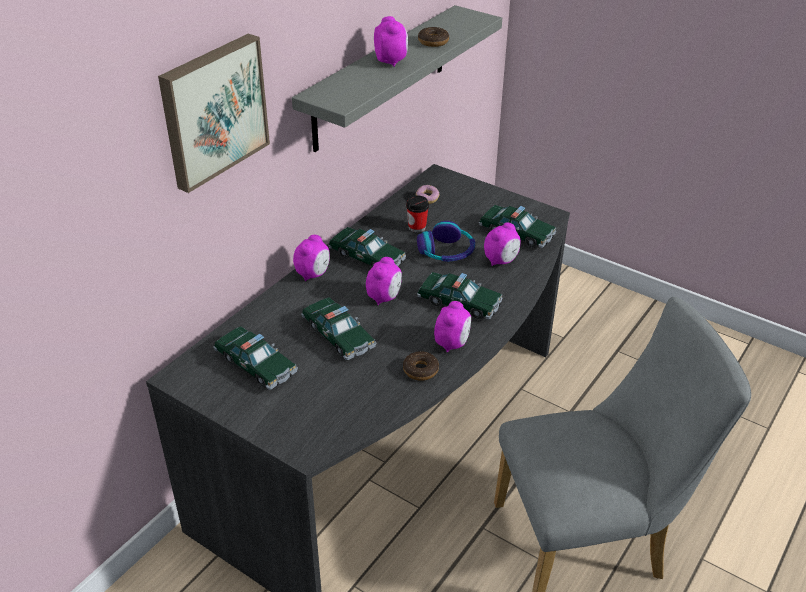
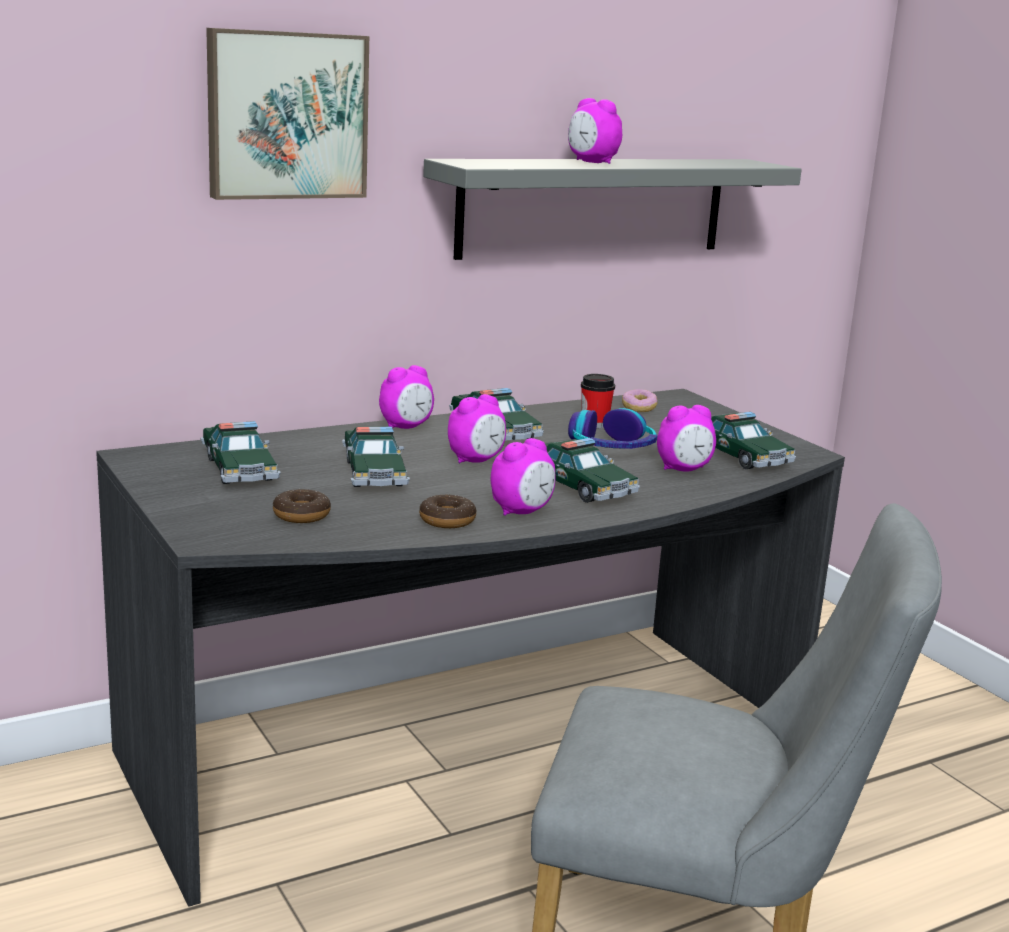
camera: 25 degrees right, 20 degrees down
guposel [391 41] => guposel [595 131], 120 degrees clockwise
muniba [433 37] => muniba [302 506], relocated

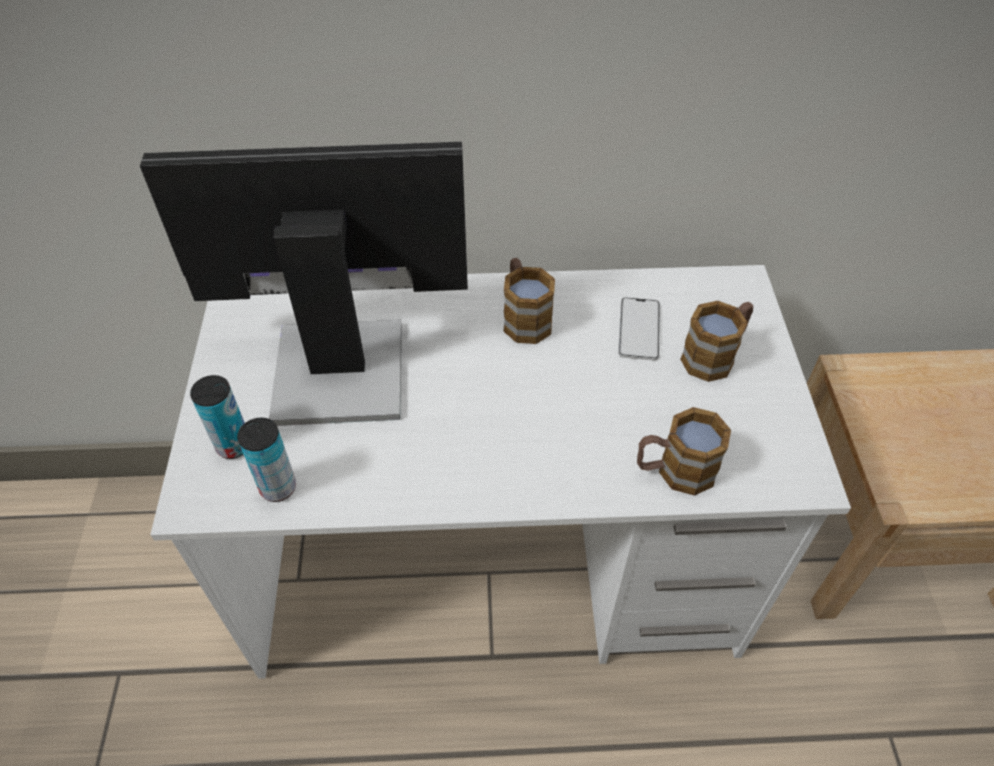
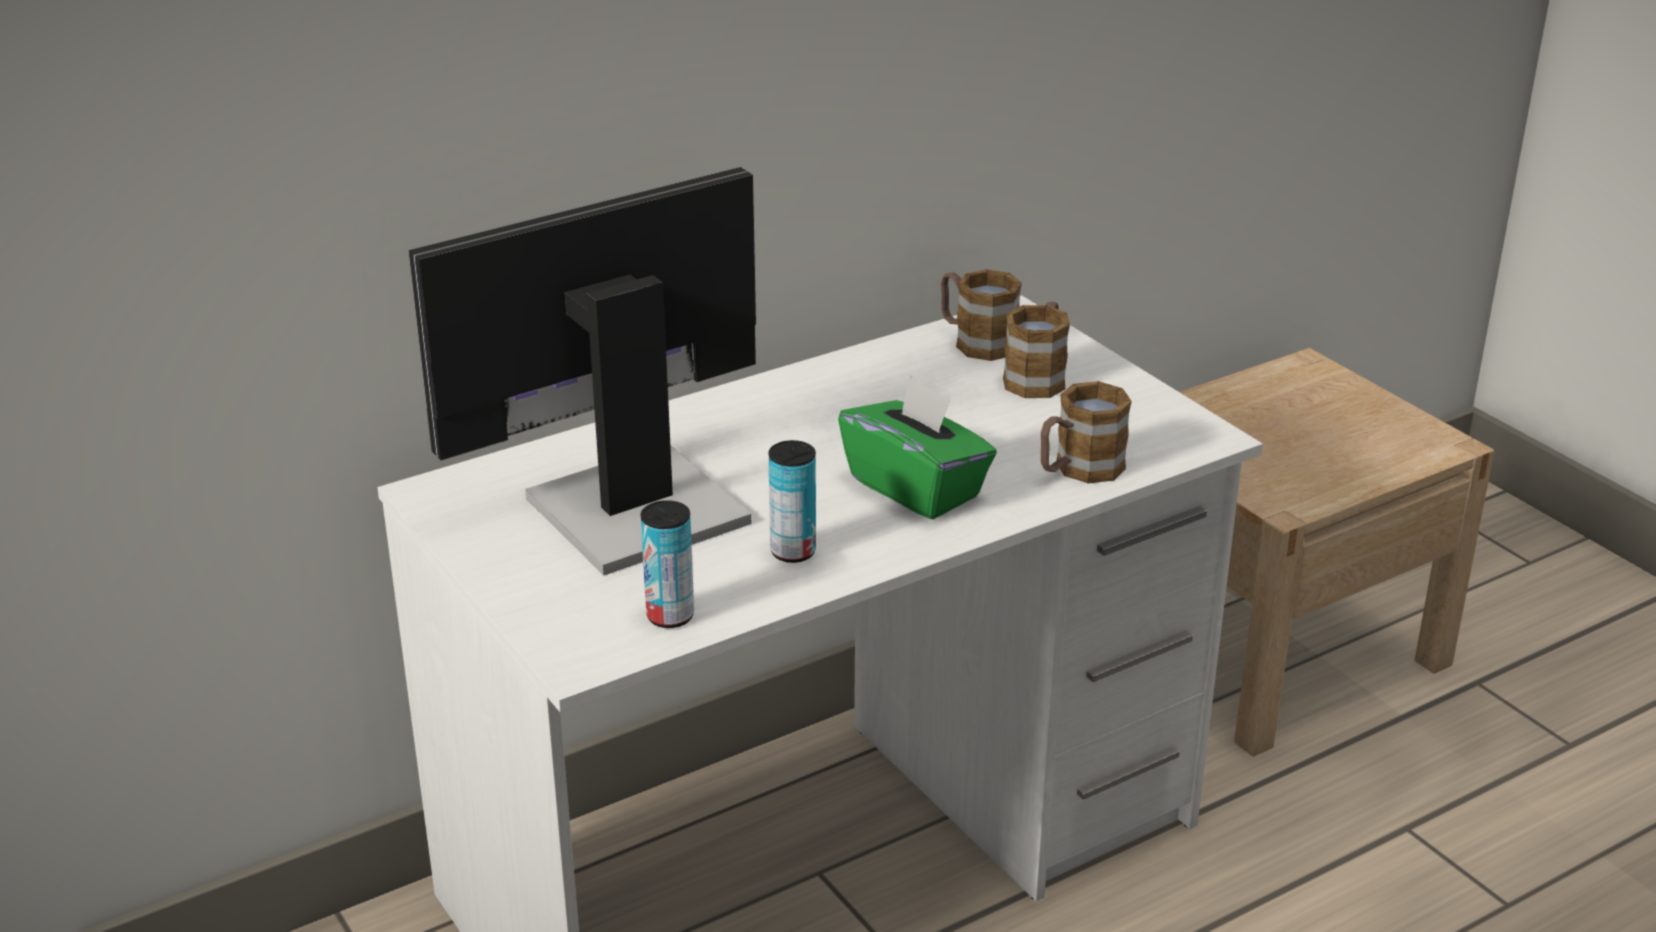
camera: 30 degrees left, 20 degrees down
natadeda [217 417] => natadeda [792 501], relocated
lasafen [529 301] => lasafen [981 315], relocated
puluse [639 328] => nothing
nothing => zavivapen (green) [917 448]

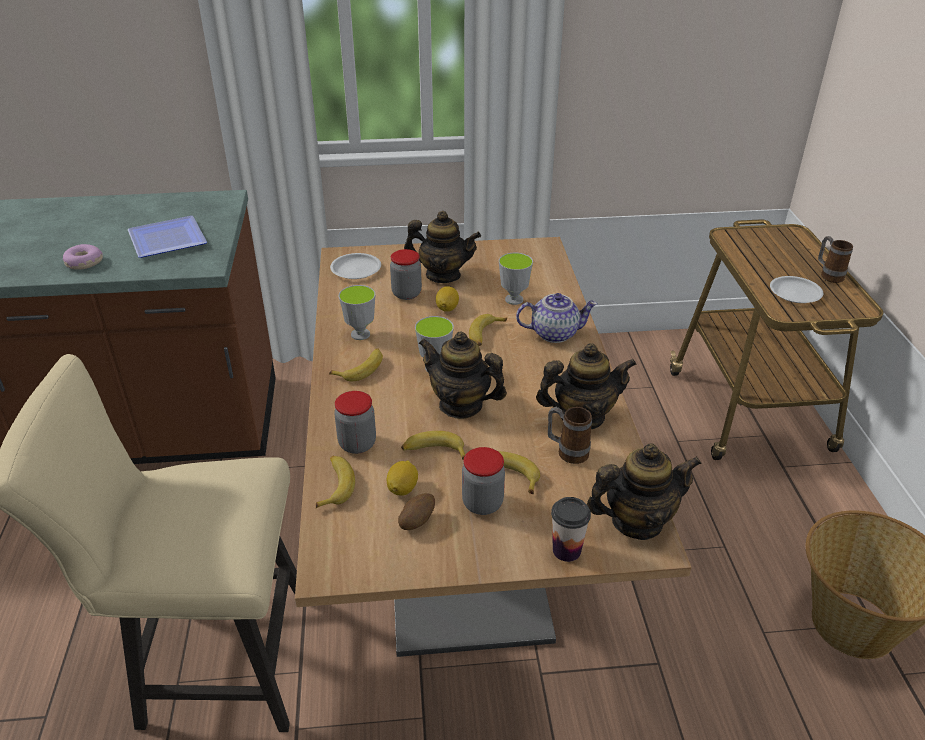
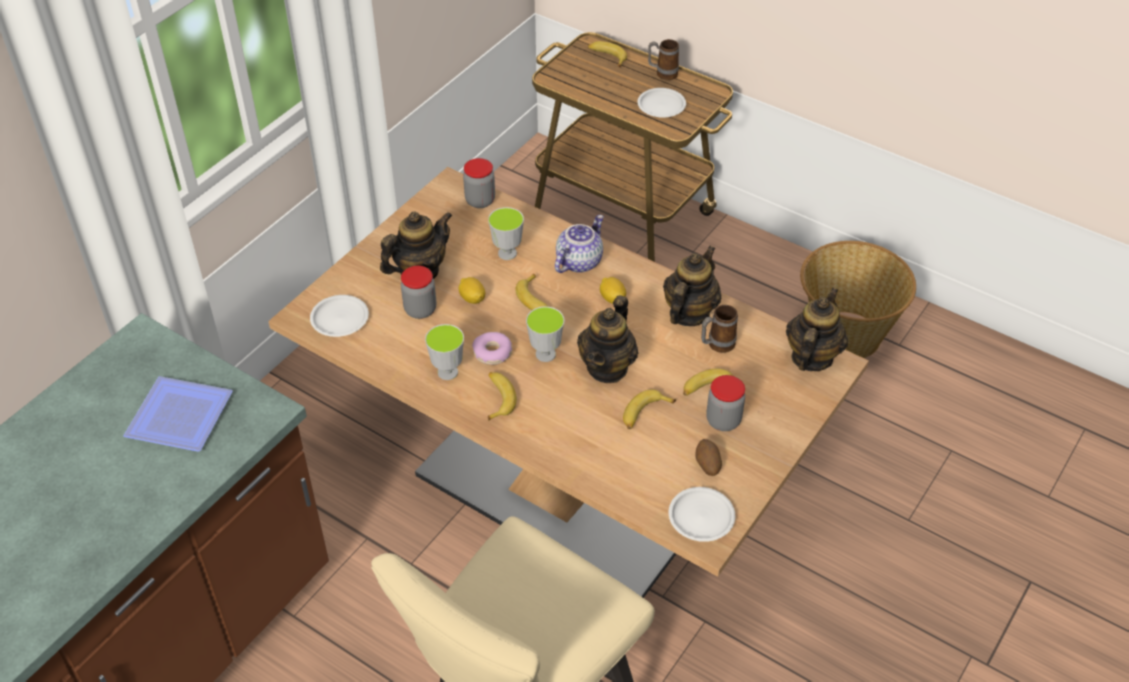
camera: 50 degrees left, 10 degrees up
muniba [83 257] => muniba [492 348], relocated
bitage [335 482] => bitage [607 54], relocated
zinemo [355 422] => zinemo [479 183], relocated
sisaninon [402 478] => sisaninon [613 290], relocated
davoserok [462 375] => davoserok [607 339], 45 degrees counterclockwise
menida [571 529] => nothing
nothing => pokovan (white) [702 514]

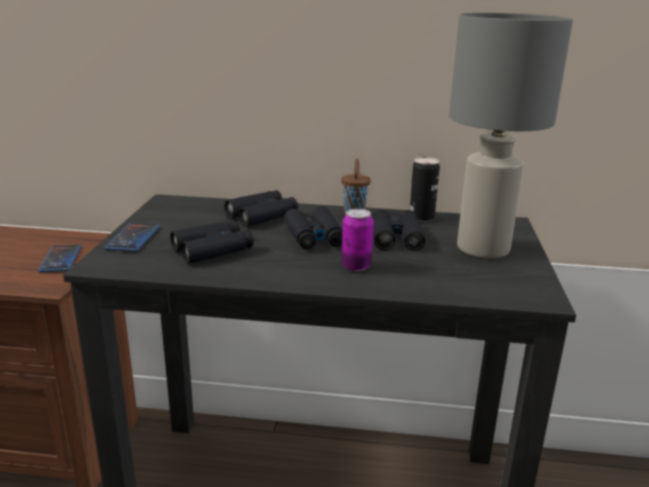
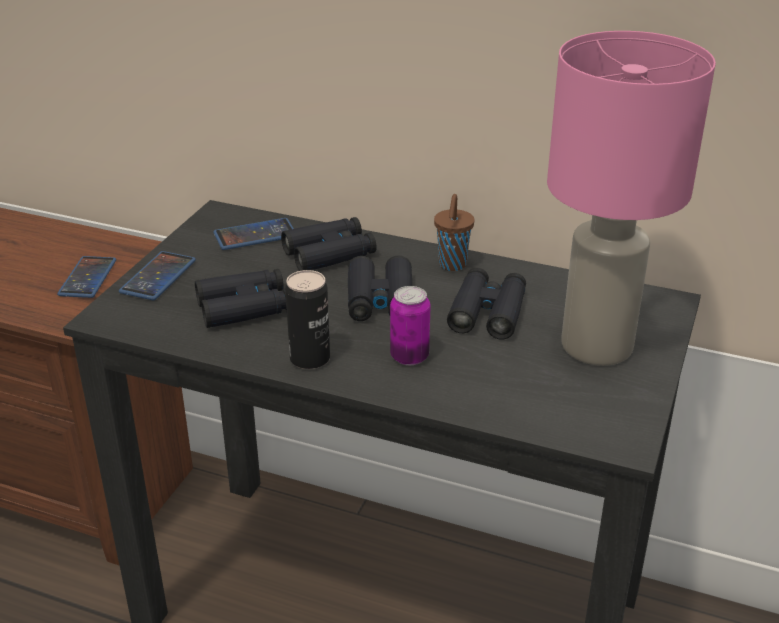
camera: 15 degrees right, 10 degrees up
natadeda [424 189] => natadeda [307 319], relocated
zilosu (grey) [511 136] => zilosu (pink) [631 198]
nothing => puluse [253 234]

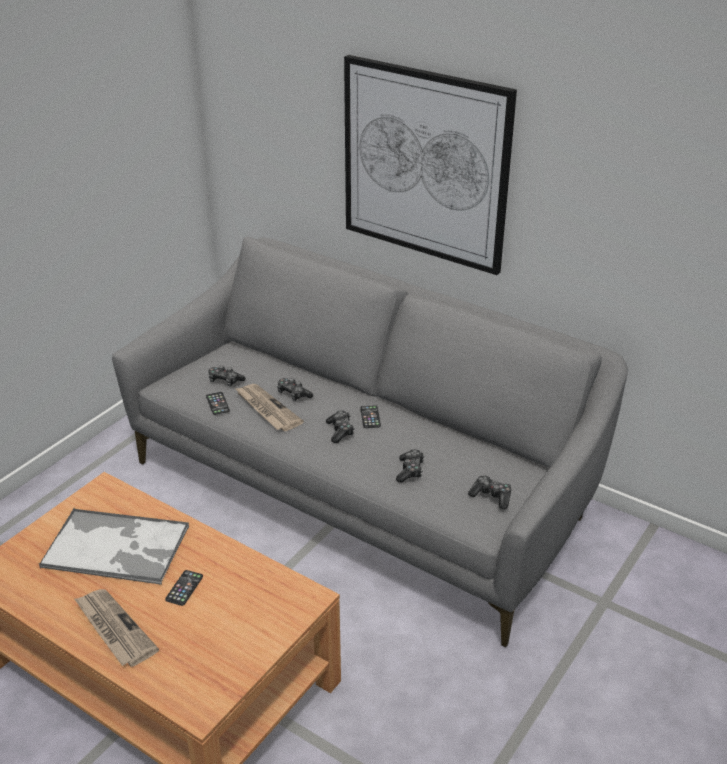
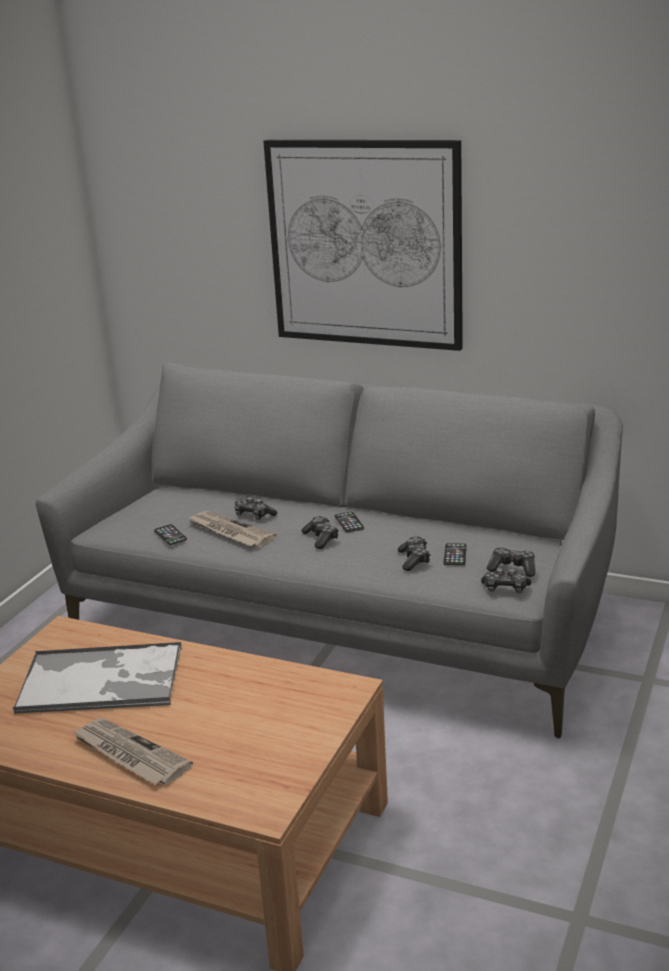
camera: 10 degrees left, 10 degrees down
puluse [184 588] => puluse [455 554], relocated
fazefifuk [227 375] => fazefifuk [506 580], relocated

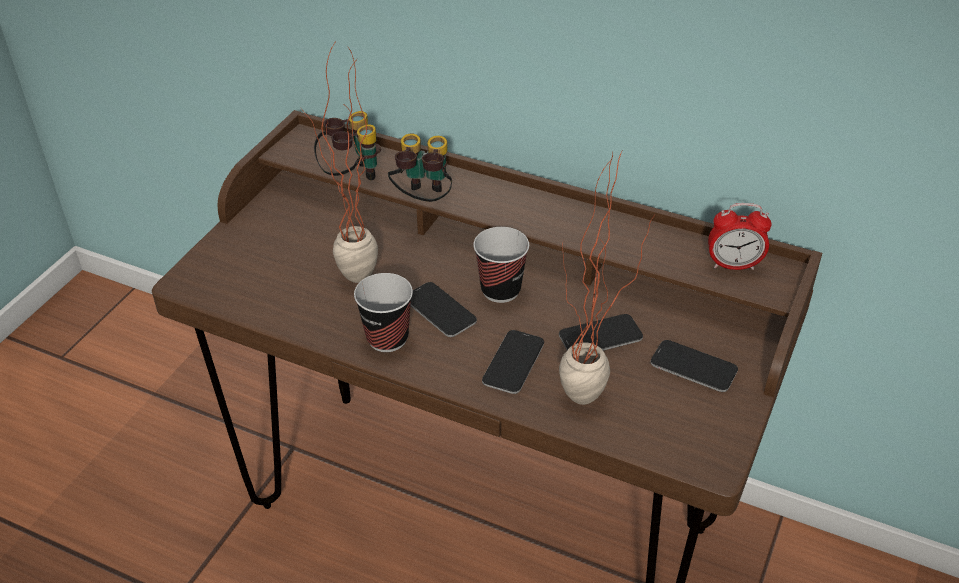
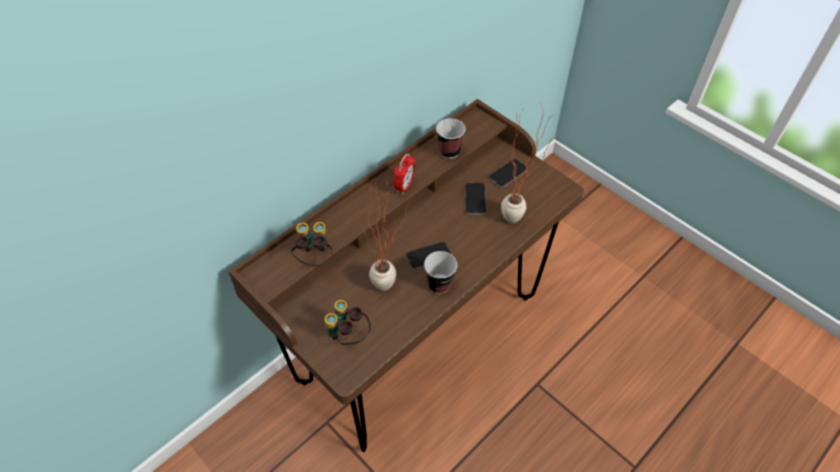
camera: 70 degrees left, 10 degrees up
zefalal [420 168] => zefalal [348 322], relocated
menida [501 265] => menida [451 138], relocated
puluse [513 362] => nothing
guposel [740 236] => guposel [404 174], relocated

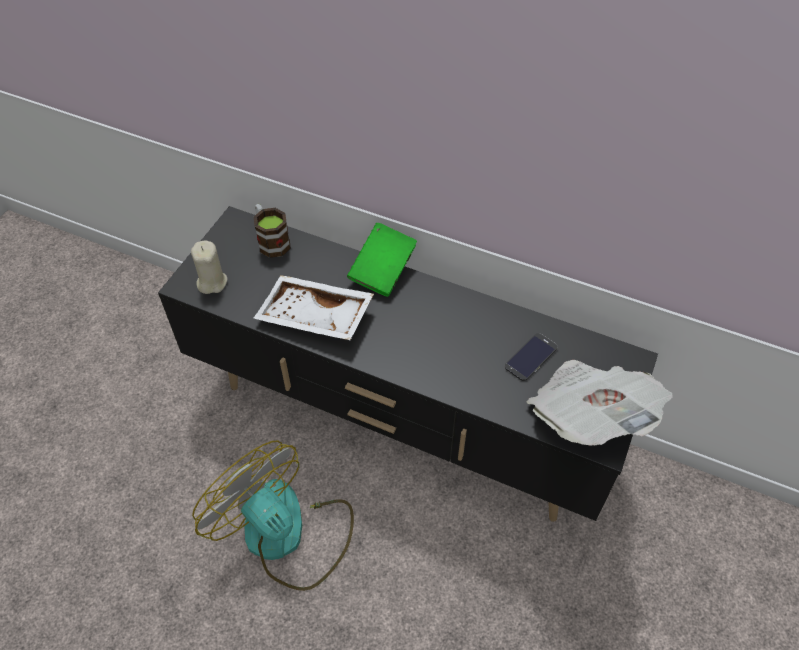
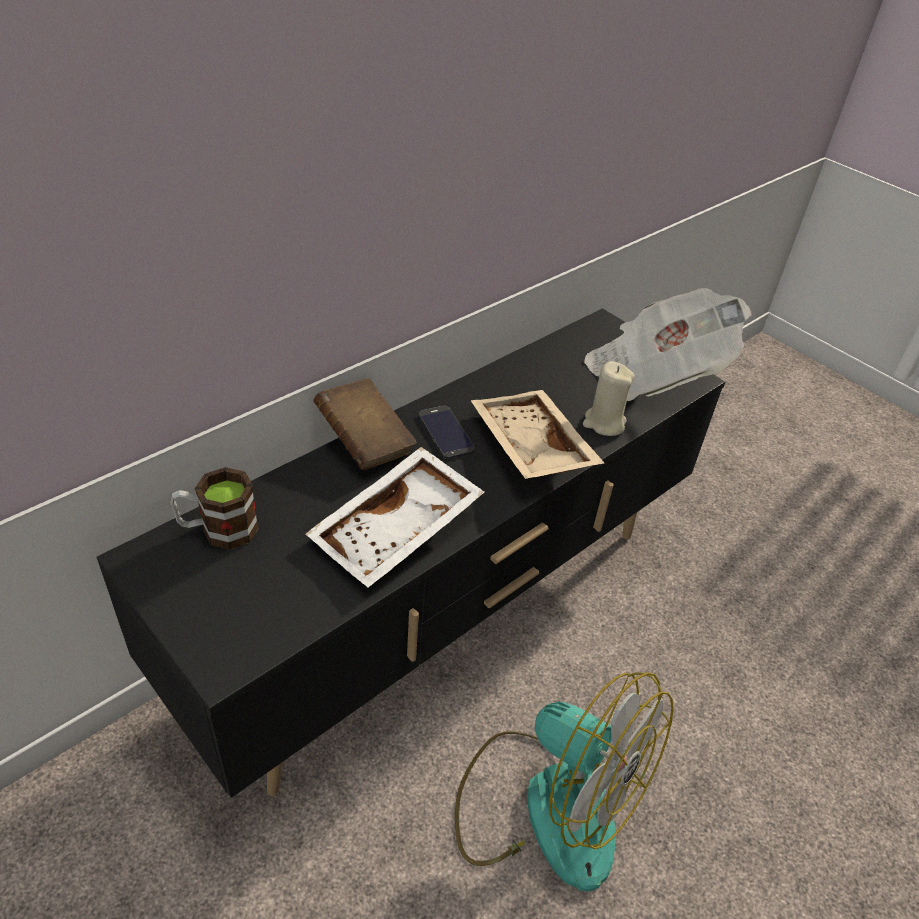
camera: 70 degrees left, 10 degrees down
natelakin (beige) [209 267] => natelakin (beige) [609 398], relocated
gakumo [273 515] => gakumo [564 781], 120 degrees counterclockwise
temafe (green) [382 260] => temafe (brown) [365 424]
puluse [531 357] => puluse [447 432], relocated
nothing => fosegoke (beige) [537 434]

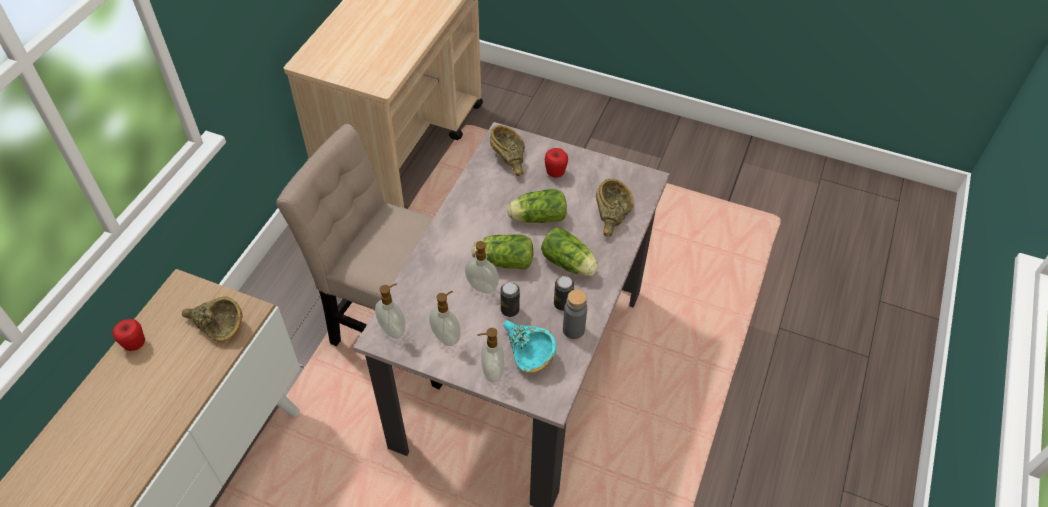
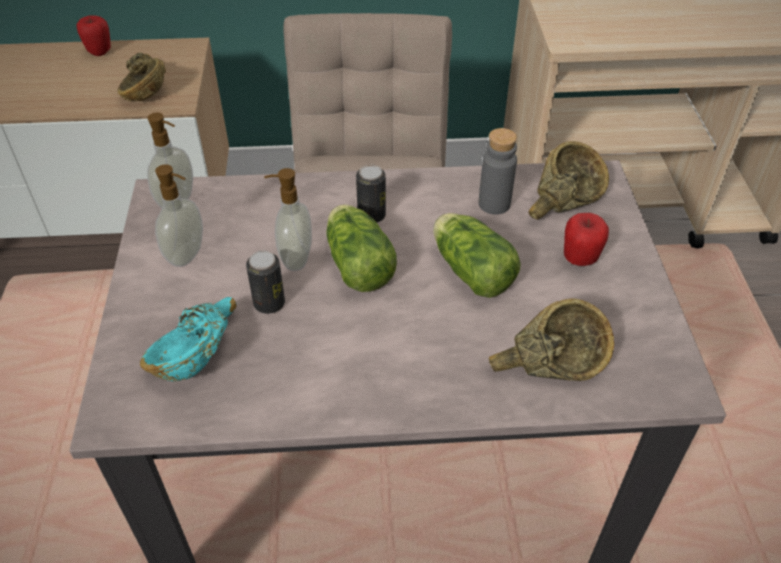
camera: 65 degrees right, 5 degrees down
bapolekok [490 355] => nothing
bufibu [569 252] => nothing
natadeda [564 293] => natadeda [371 193], relocated
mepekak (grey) [575 314] => mepekak (grey) [497 171], relocated

